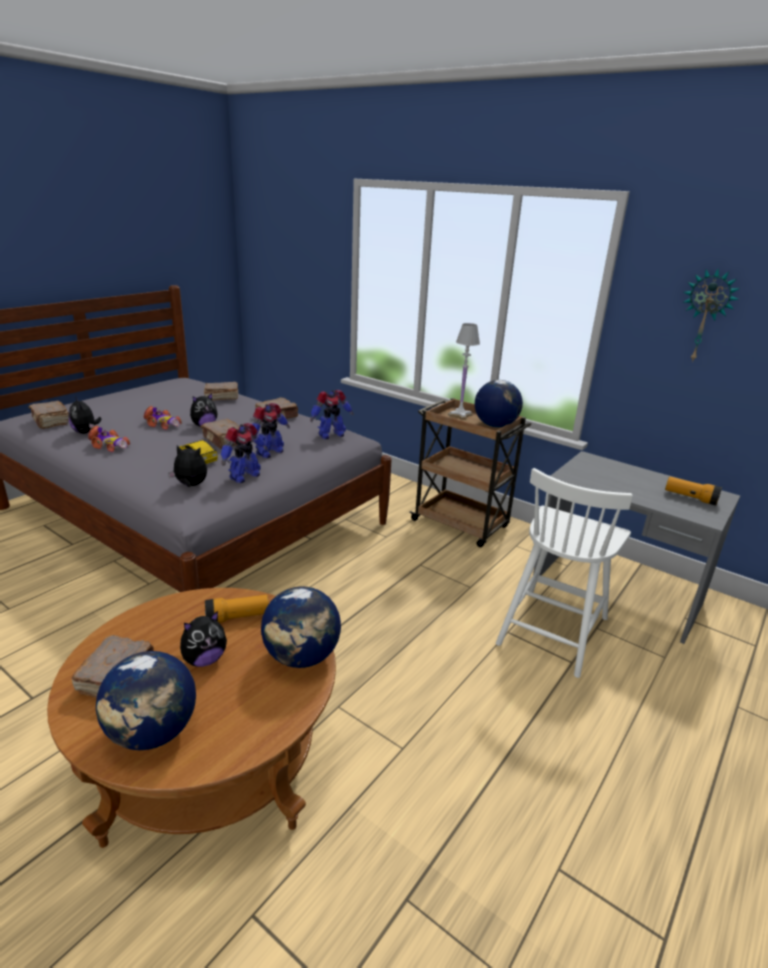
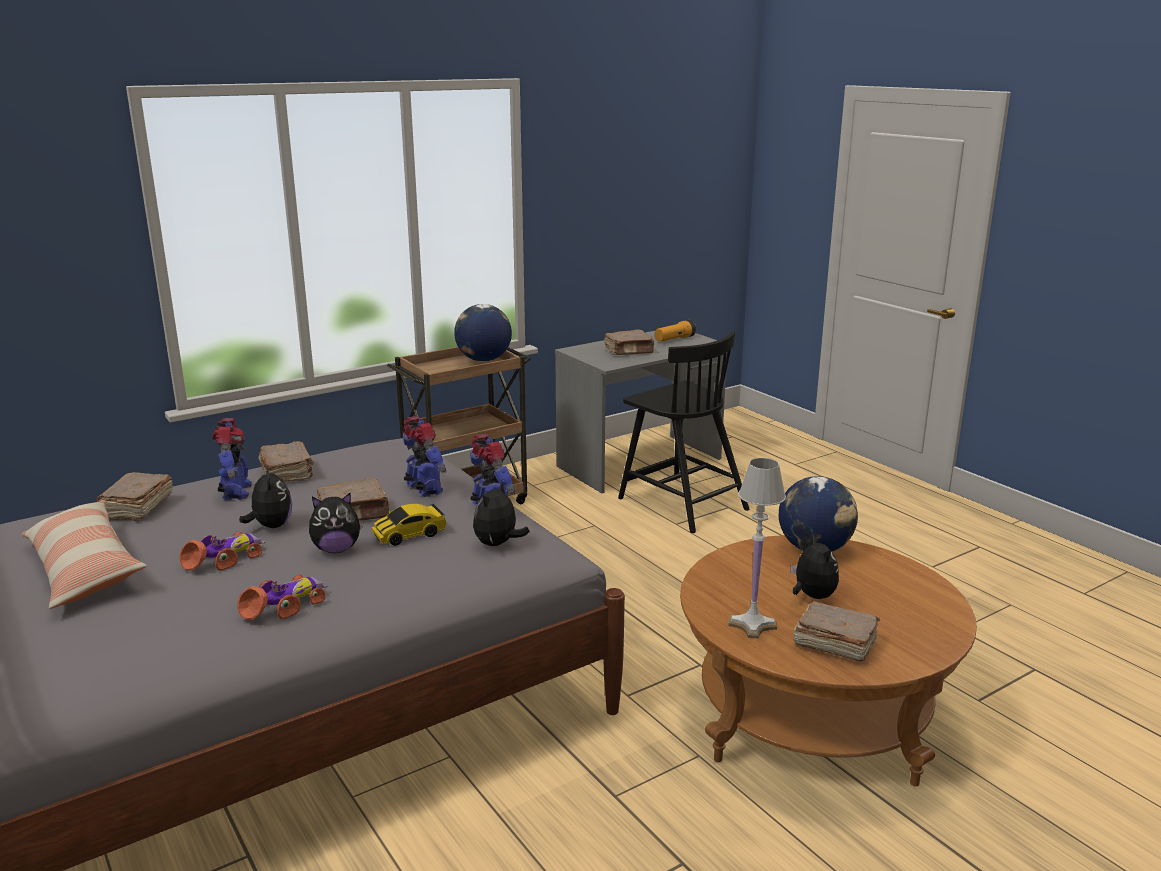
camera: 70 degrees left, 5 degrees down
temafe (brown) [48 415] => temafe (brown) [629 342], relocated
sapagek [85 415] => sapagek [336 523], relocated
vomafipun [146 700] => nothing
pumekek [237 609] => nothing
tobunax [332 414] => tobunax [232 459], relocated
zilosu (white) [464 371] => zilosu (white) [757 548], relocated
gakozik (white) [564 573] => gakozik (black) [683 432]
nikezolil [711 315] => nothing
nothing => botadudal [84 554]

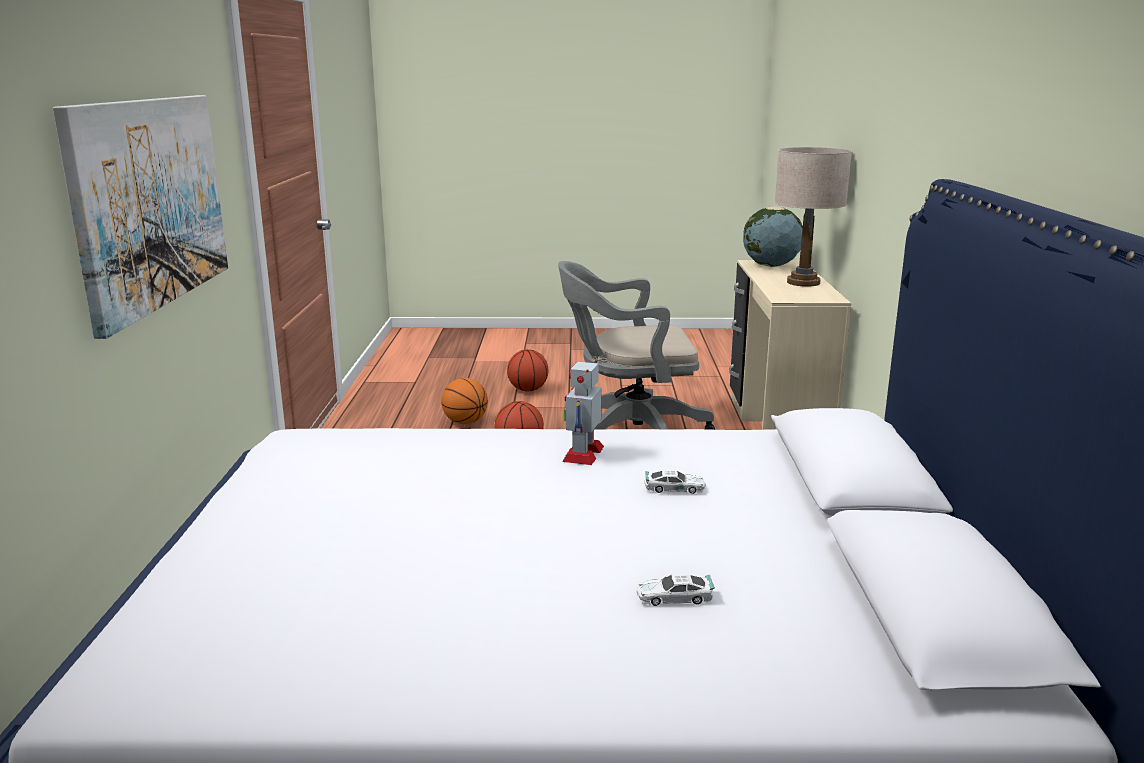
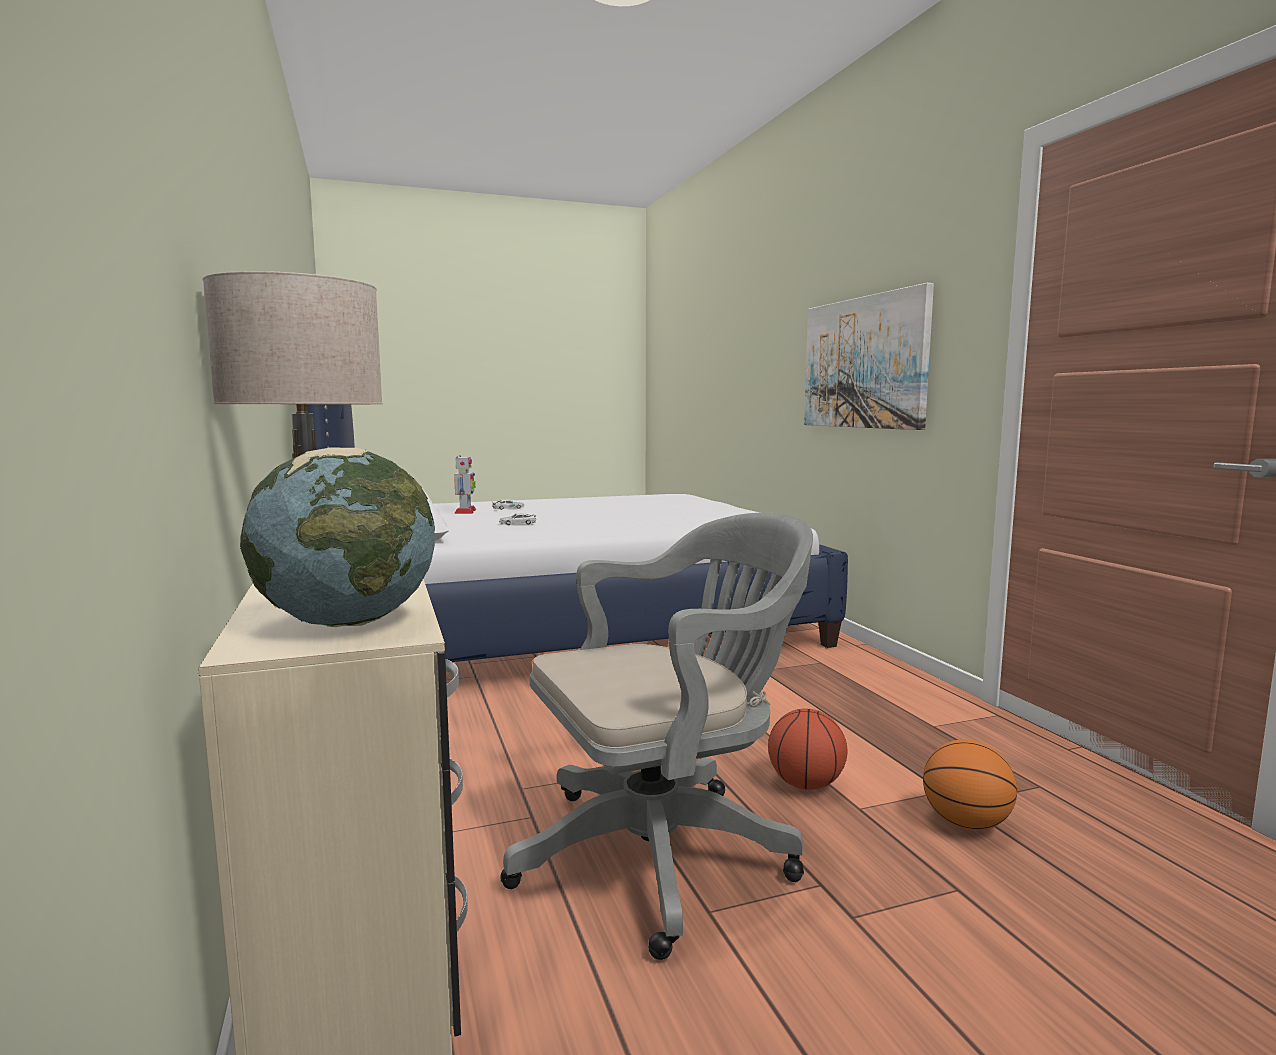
camera: 160 degrees right, 10 degrees down
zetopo [527 370] => nothing
tobunax [583 412] => tobunax [465 484], relocated

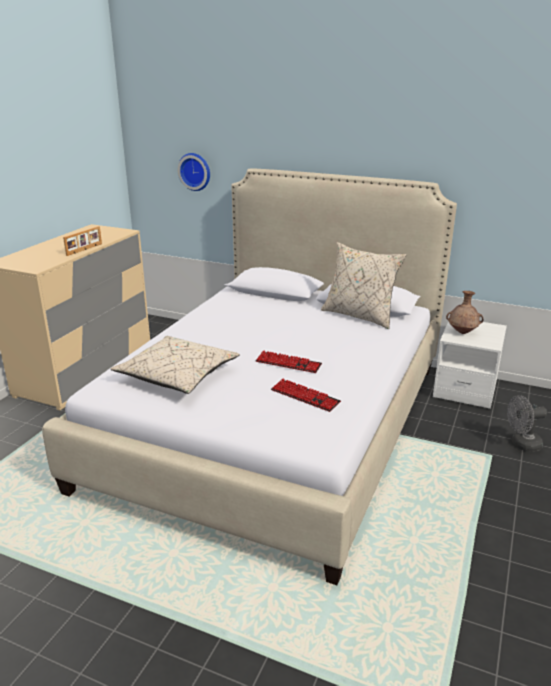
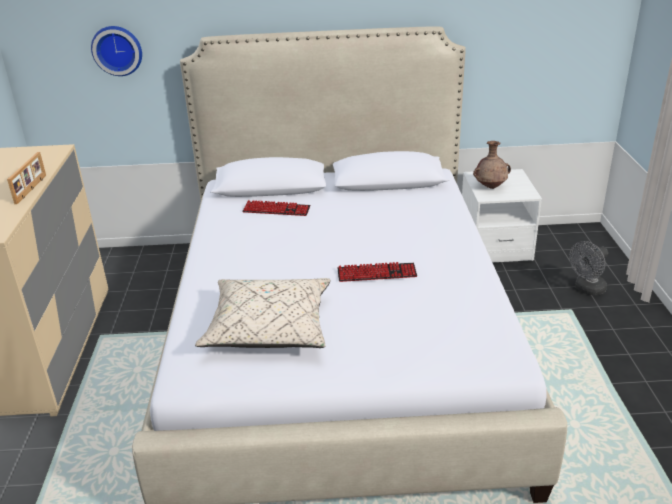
camera: 25 degrees left, 5 degrees up
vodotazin [306 395] => vodotazin [276 208], relocated
botadudal (beige) [363 285] => nothing

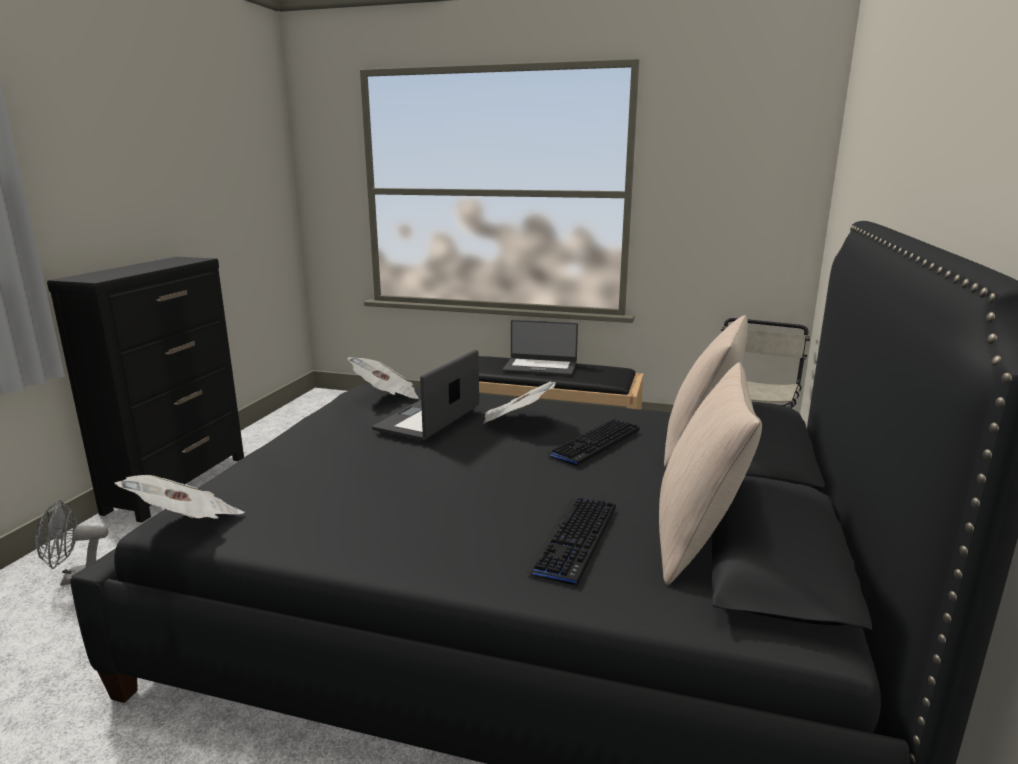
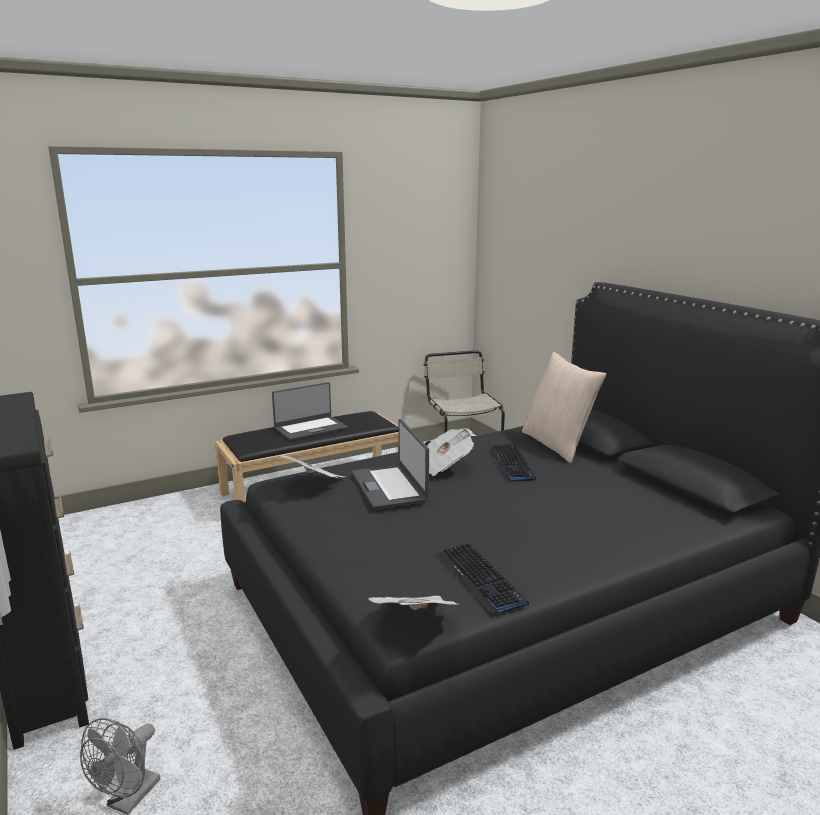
camera: 45 degrees left, 0 degrees up
vodotazin [570 541] => vodotazin [483 578], relocated
botadudal (beige) [710 473] => nothing

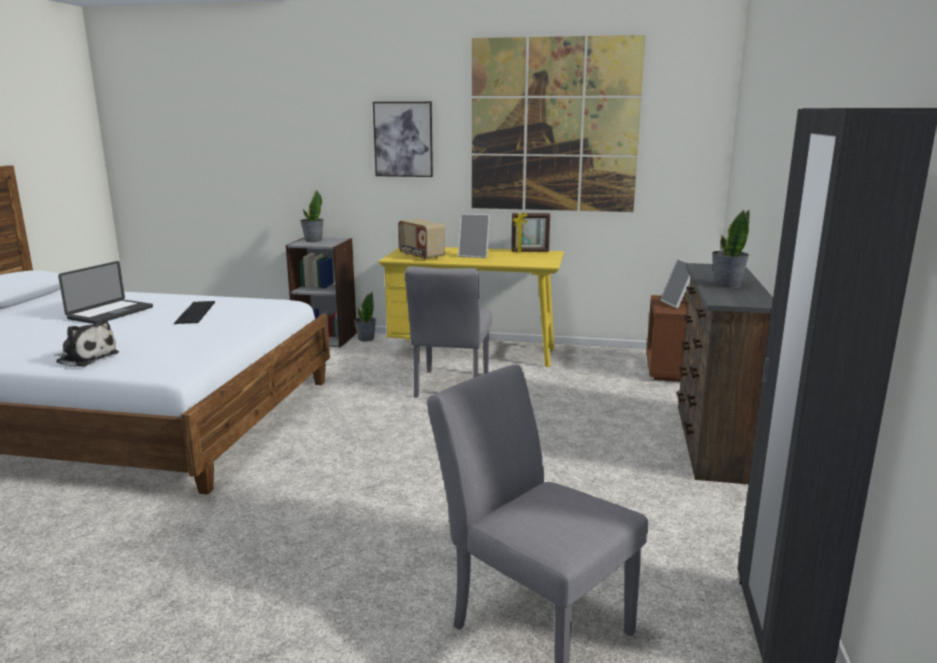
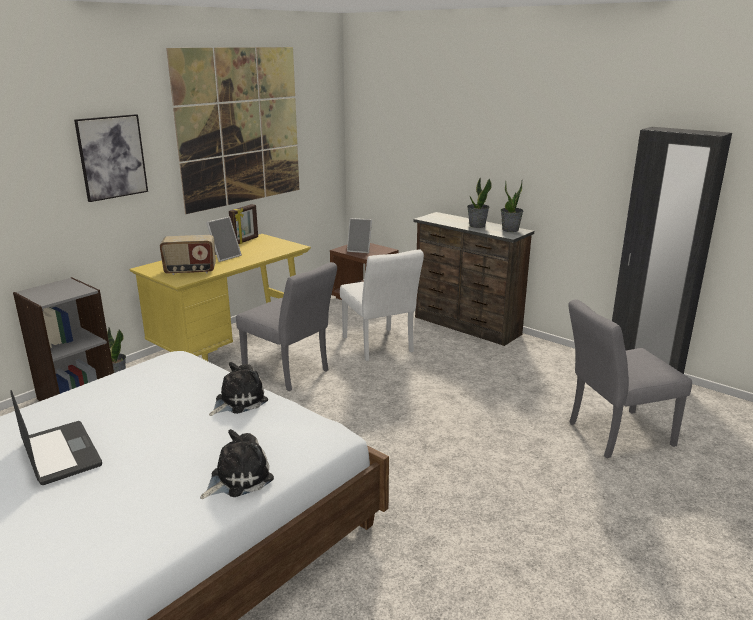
camera: 60 degrees left, 5 degrees up
vodotazin [194 312] => nothing
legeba [312 216] => legeba [512 206], relocated
nothing => sapagek [238 389]
nothing => gakozik (white) [382 305]

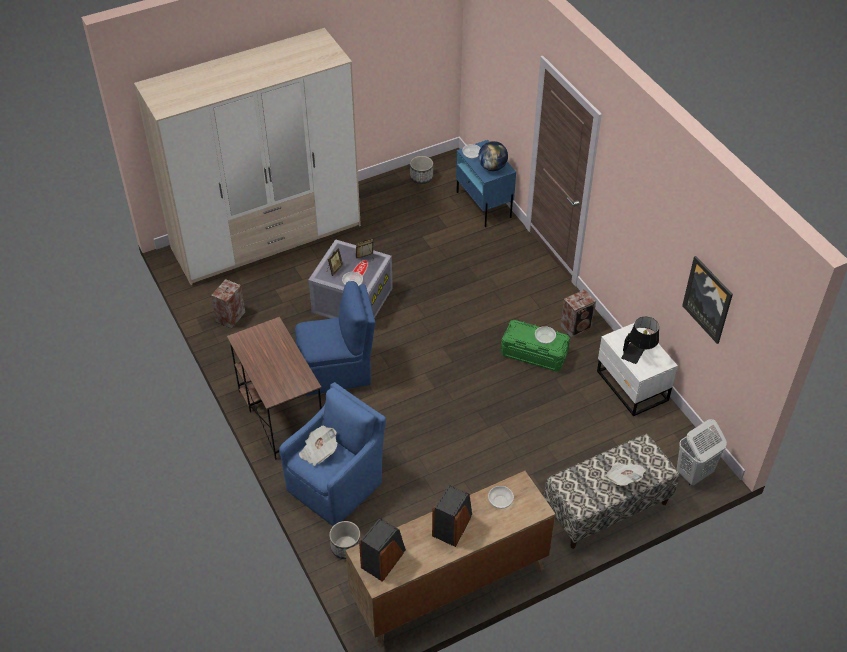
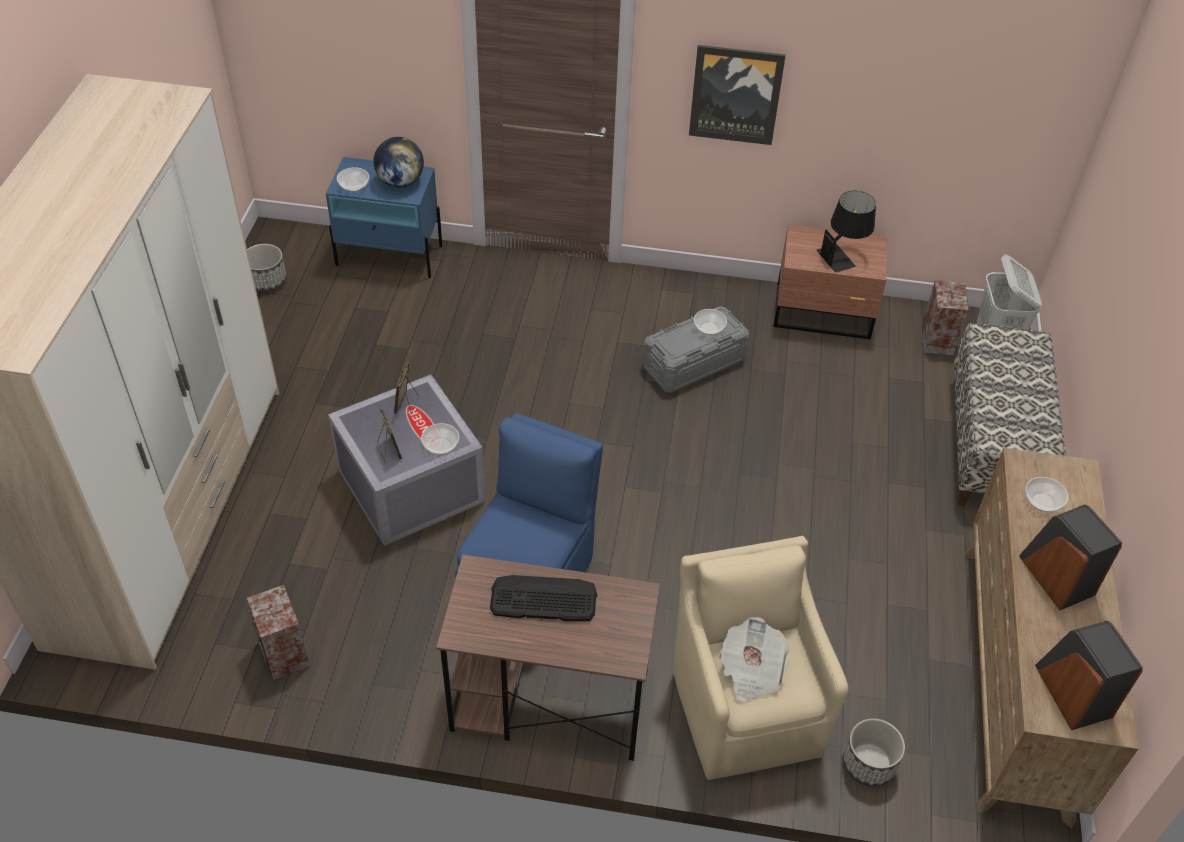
camera: 55 degrees left, 0 degrees up
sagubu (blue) [332 454] => sagubu (beige) [760 658]
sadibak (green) [535 346] => sadibak (grey) [696 349]
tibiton [578 313] => tibiton [945 317], relocated
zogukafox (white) [637 369] => zogukafox (brown) [830 281]
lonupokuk [625 474] => nothing
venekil [707 300] => venekil [737 95], relocated
nothing => vodotazin [543 598]

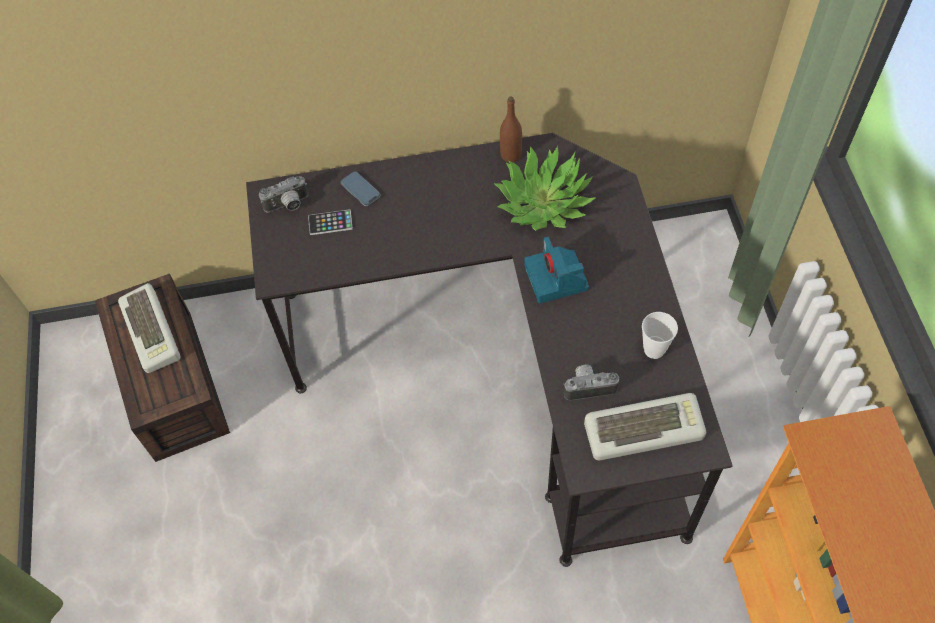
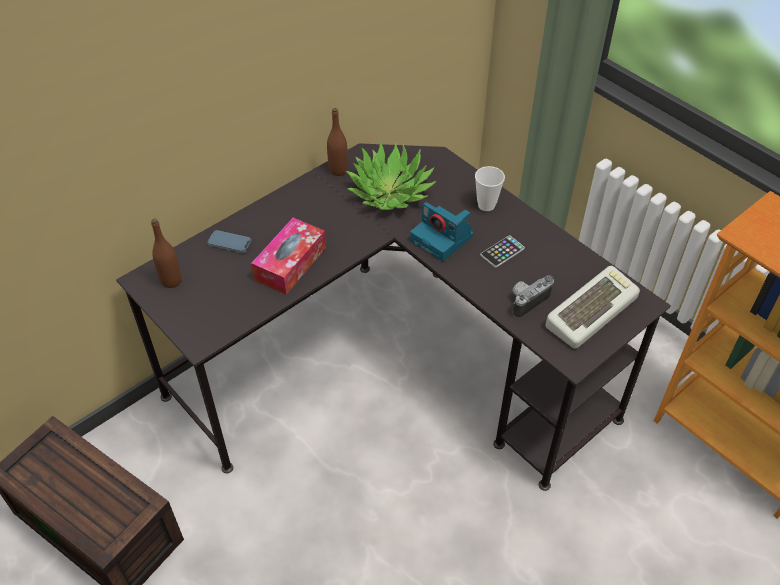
camera: 35 degrees left, 10 degrees down
vodotazin [149 328] => nothing
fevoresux [283 194] => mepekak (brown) [166 253]
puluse [330 222] => puluse [502 251], relocated
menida [660 335] => menida [490 188], relocated
nothing => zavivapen [288 256]

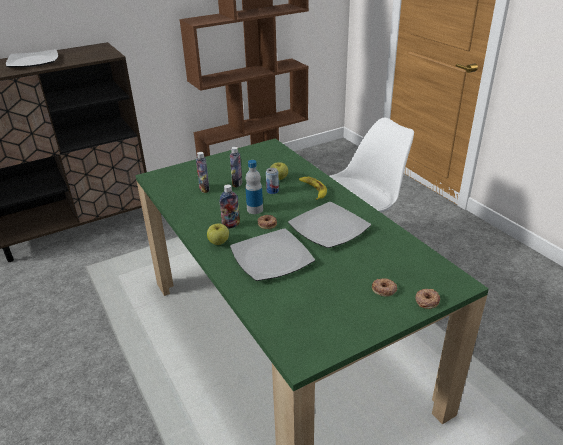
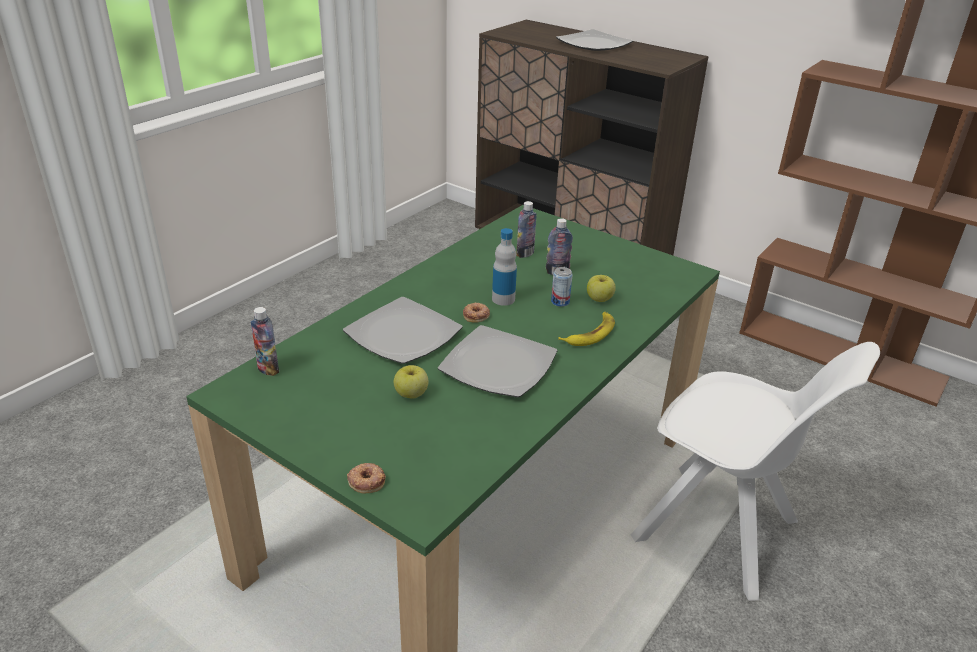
camera: 65 degrees right, 0 degrees up
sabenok [218 234] => sabenok [411 382], relocated
mepekak [230 206] => mepekak [264 341], relocated
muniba [384 287] => nothing

